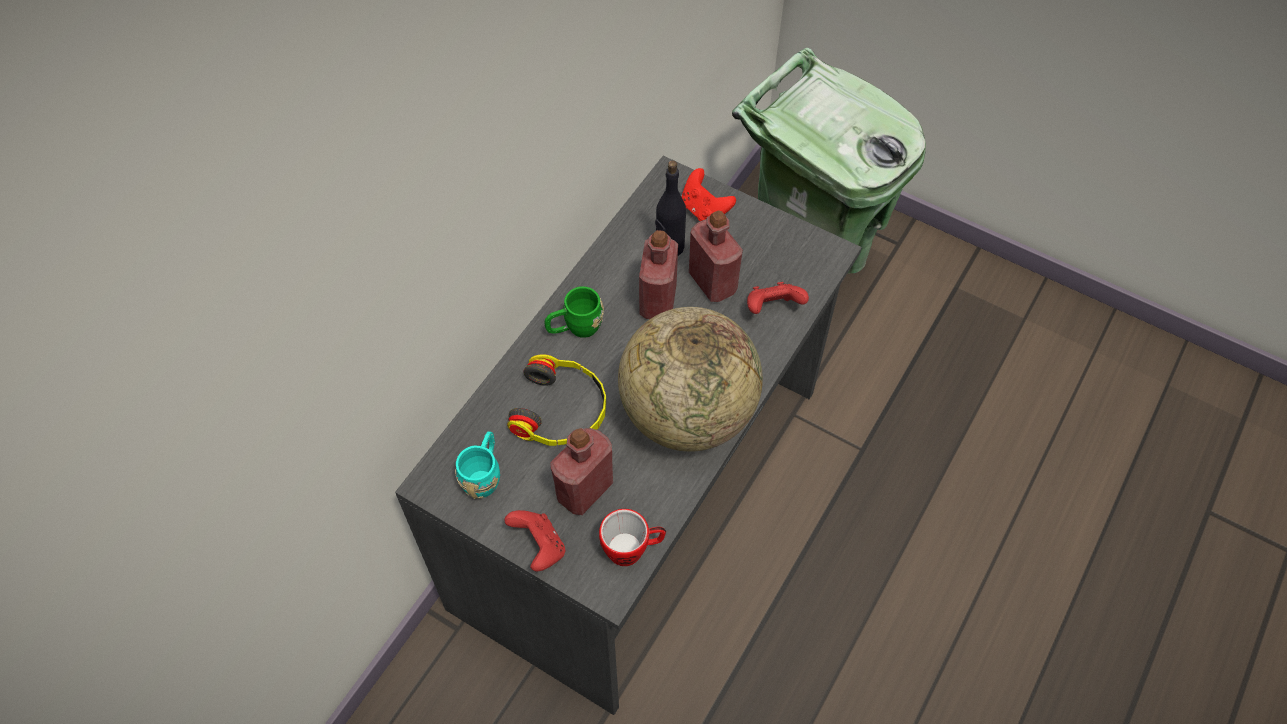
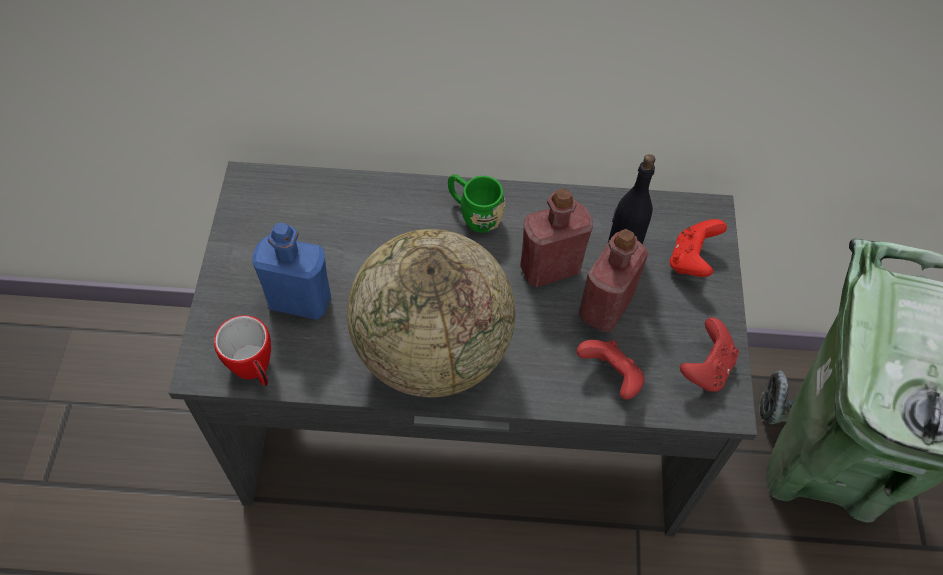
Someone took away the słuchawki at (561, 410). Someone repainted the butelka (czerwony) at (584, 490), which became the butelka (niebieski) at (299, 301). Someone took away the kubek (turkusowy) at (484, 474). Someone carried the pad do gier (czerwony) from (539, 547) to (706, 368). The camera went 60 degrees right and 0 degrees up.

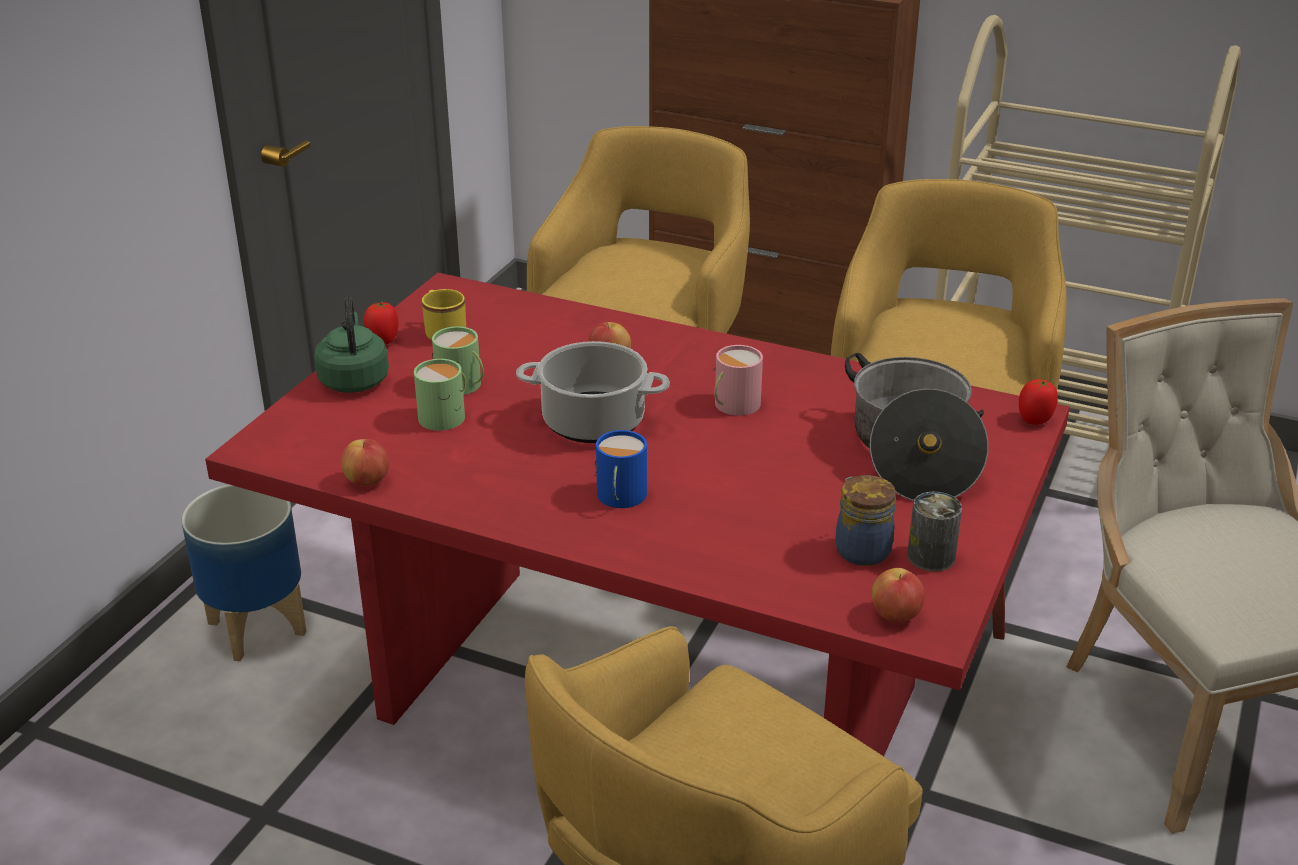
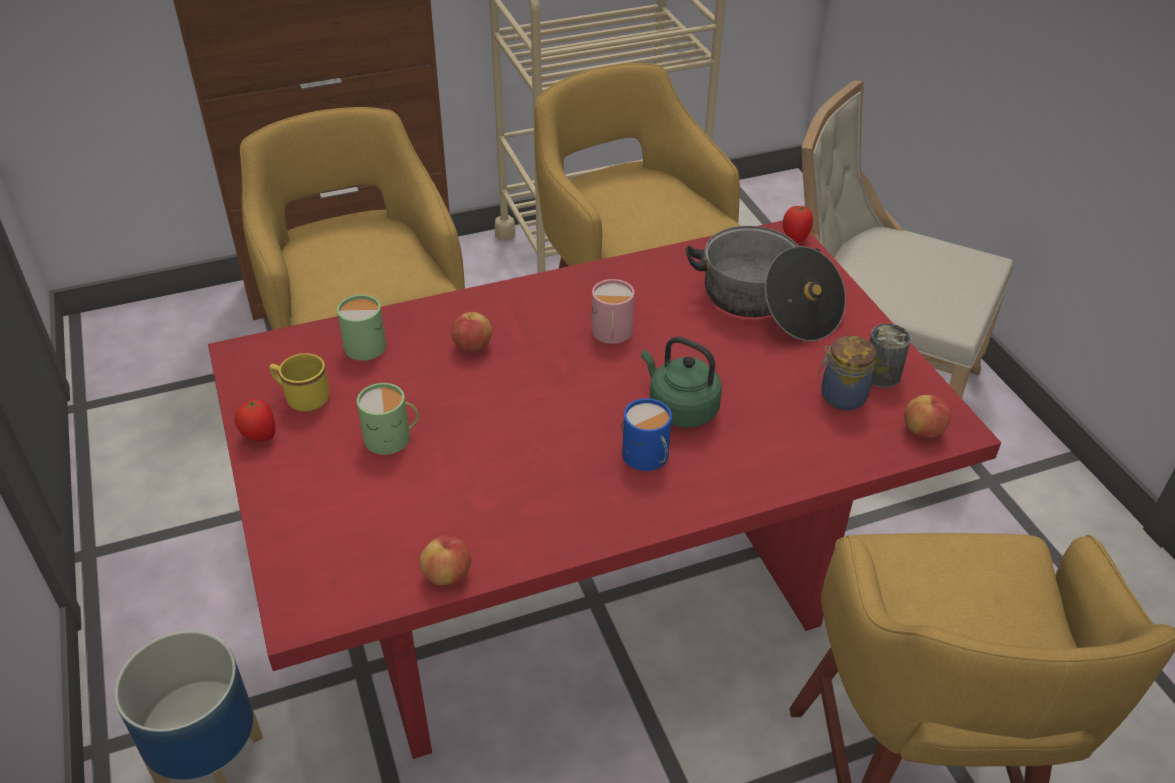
Someone carried the czajnik (zielony) from (354, 379) to (679, 408). Someone took away the garnek at (592, 422). Someone carried the kubek (zielony) from (446, 416) to (366, 343). The camera went 45 degrees left and 10 degrees up.

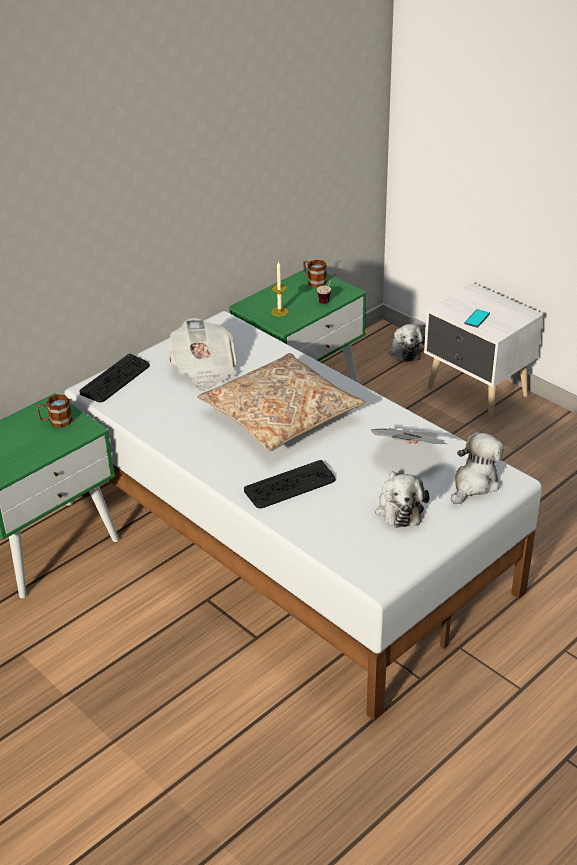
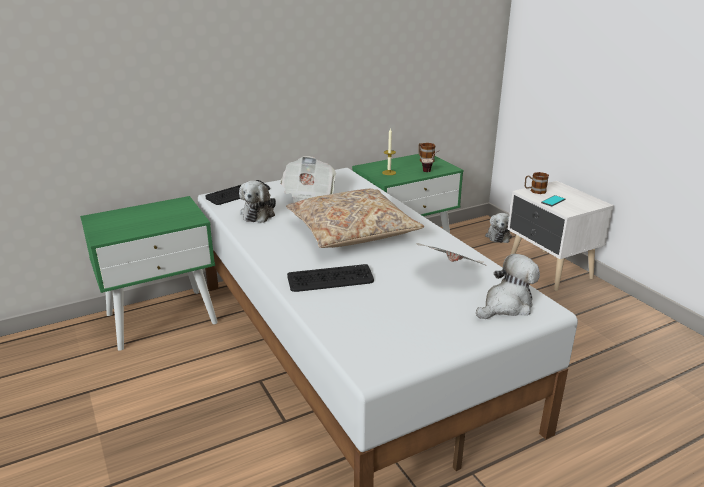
Someone carried the kubek from (56, 421) to (534, 191). Someone carried the pluszak from (399, 508) to (259, 213). The camera went 15 degrees right and 10 degrees down.

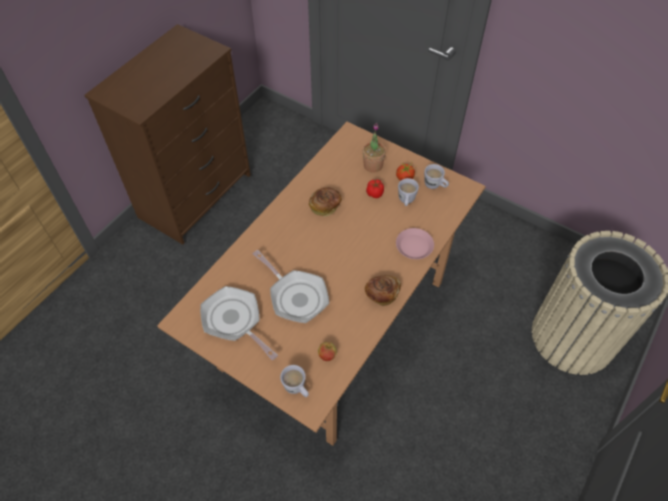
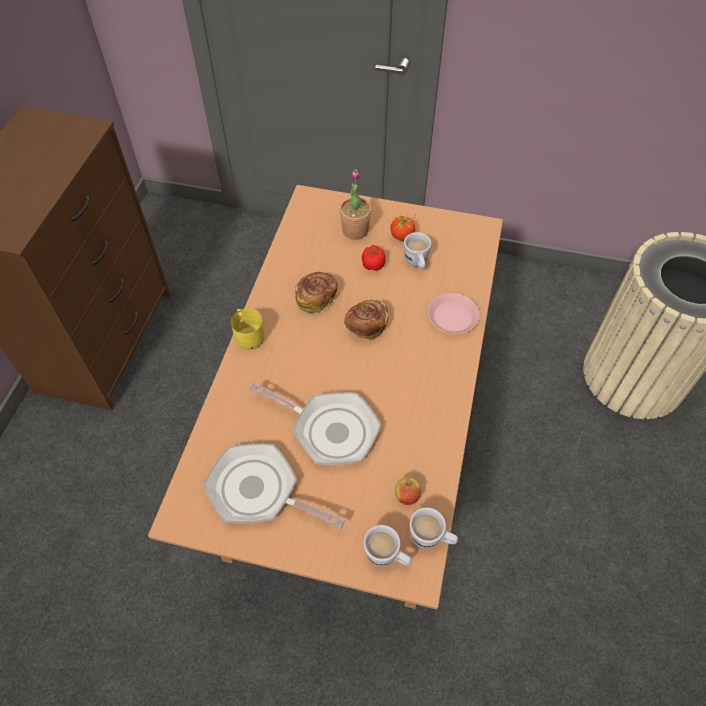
Someone carried the kubek (biały) from (435, 186) to (431, 539). Someone carried the chleb from (381, 294) to (366, 326). Someone put down the kubek (żółty) at (248, 334). The camera went 20 degrees left and 0 degrees up.

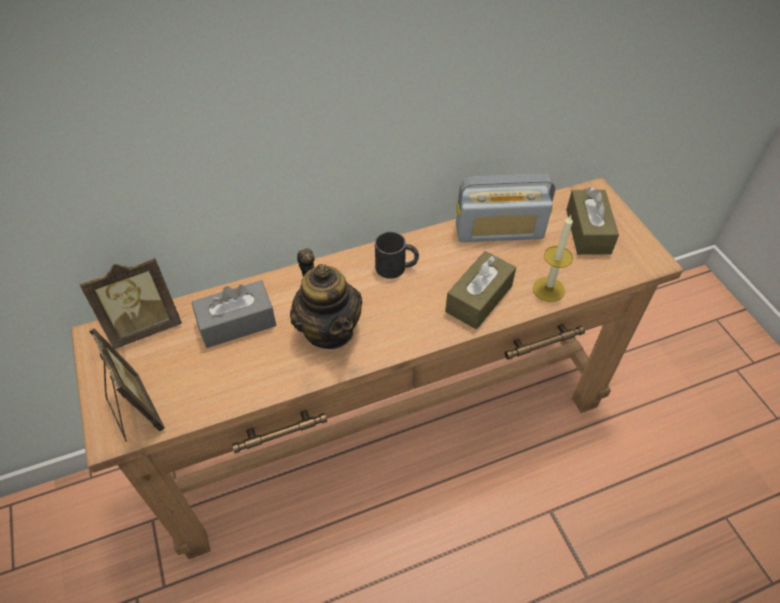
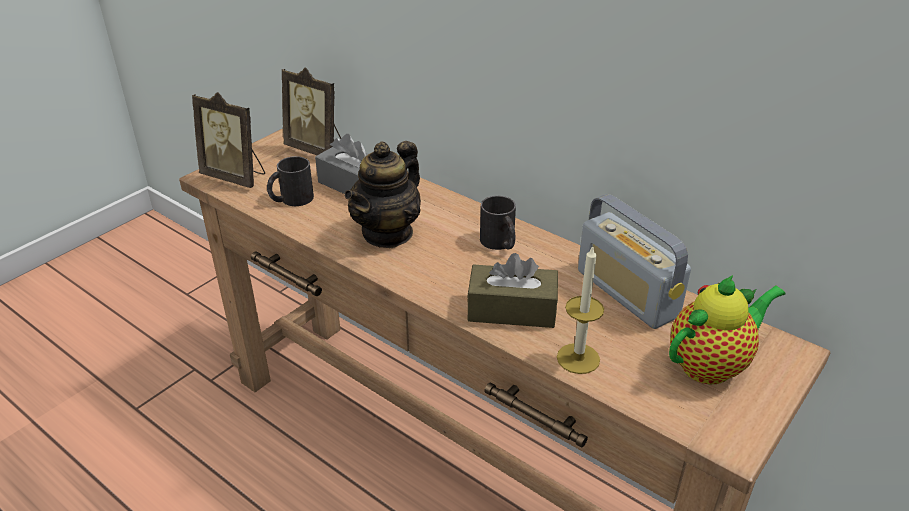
Someone swapped the pudełko chusteczek (brązowy) at (588, 231) for the imbryk at (711, 364). Someone rotated the ramka na zdjęcie at (134, 412) by 90 degrees clockwise. Someone put down the kubek (czarny) at (291, 199). The camera went 60 degrees right and 15 degrees down.

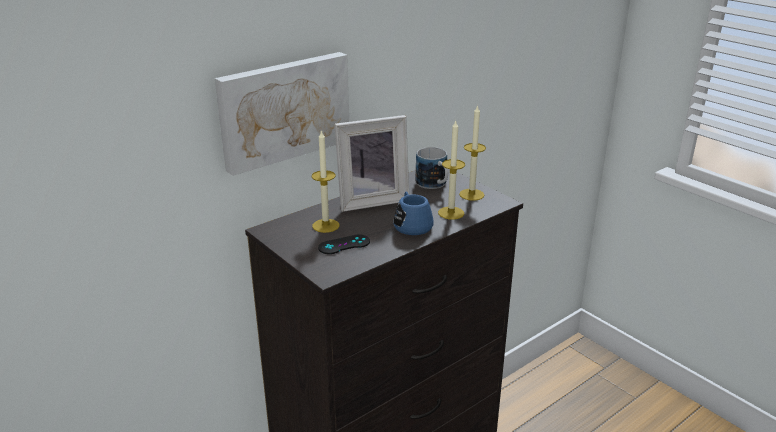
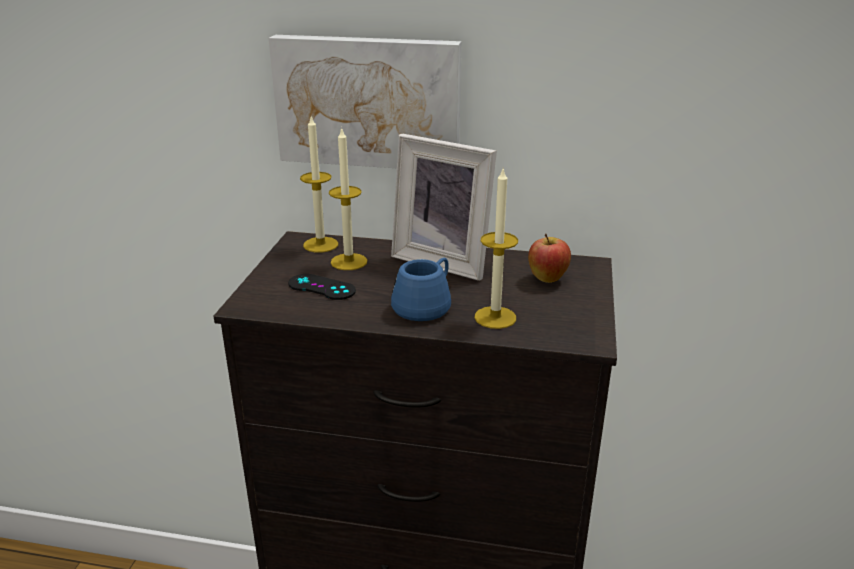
Someone carried the świeca from (471, 194) to (320, 244). Someone swapped the kubek at (434, 185) for the jabłko at (547, 279). The camera went 50 degrees right and 0 degrees up.

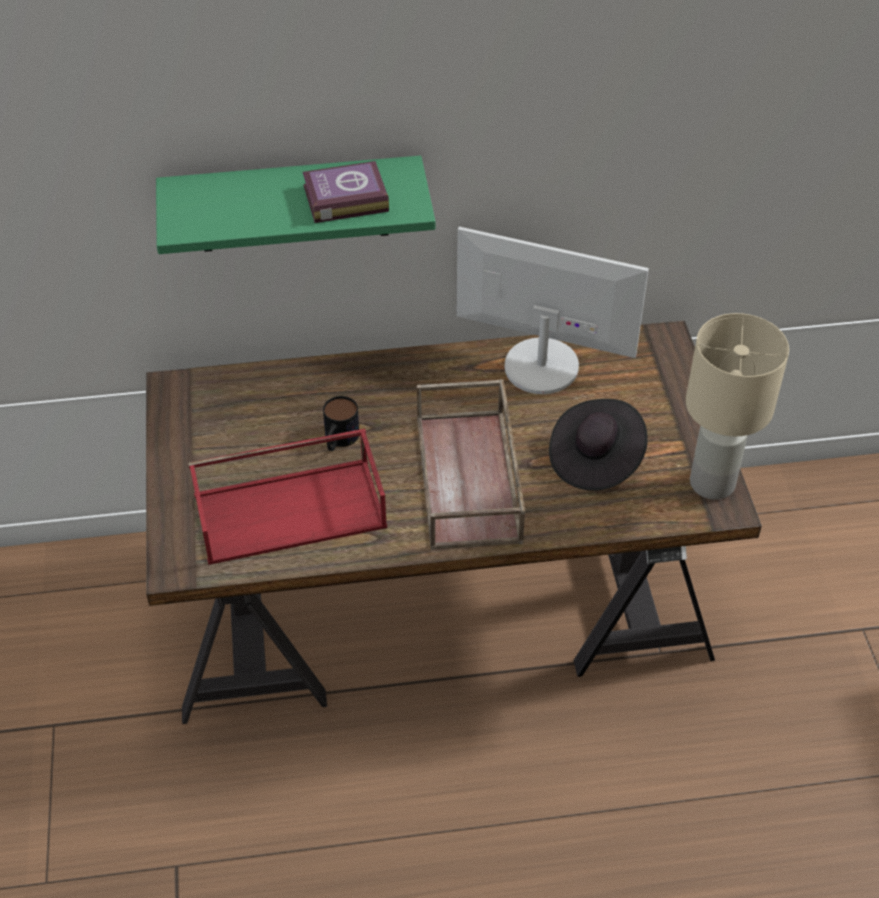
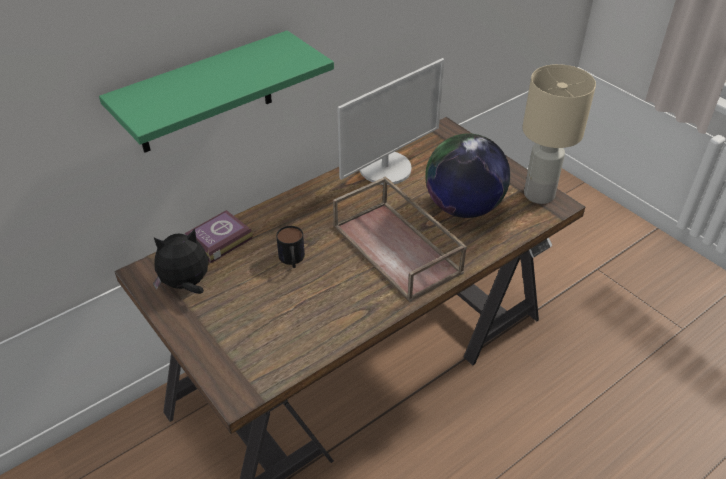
Someone carried the książka from (343, 198) to (217, 240). Someone rotated the monitor at (541, 365) by 150 degrees clockwise. Someone swapped the kapelusz (czarny) at (595, 459) for the globus at (463, 207). Someone took away the taca (czerwony) at (291, 509). Someone put down the pluszak at (186, 285). The camera went 30 degrees left and 5 degrees down.

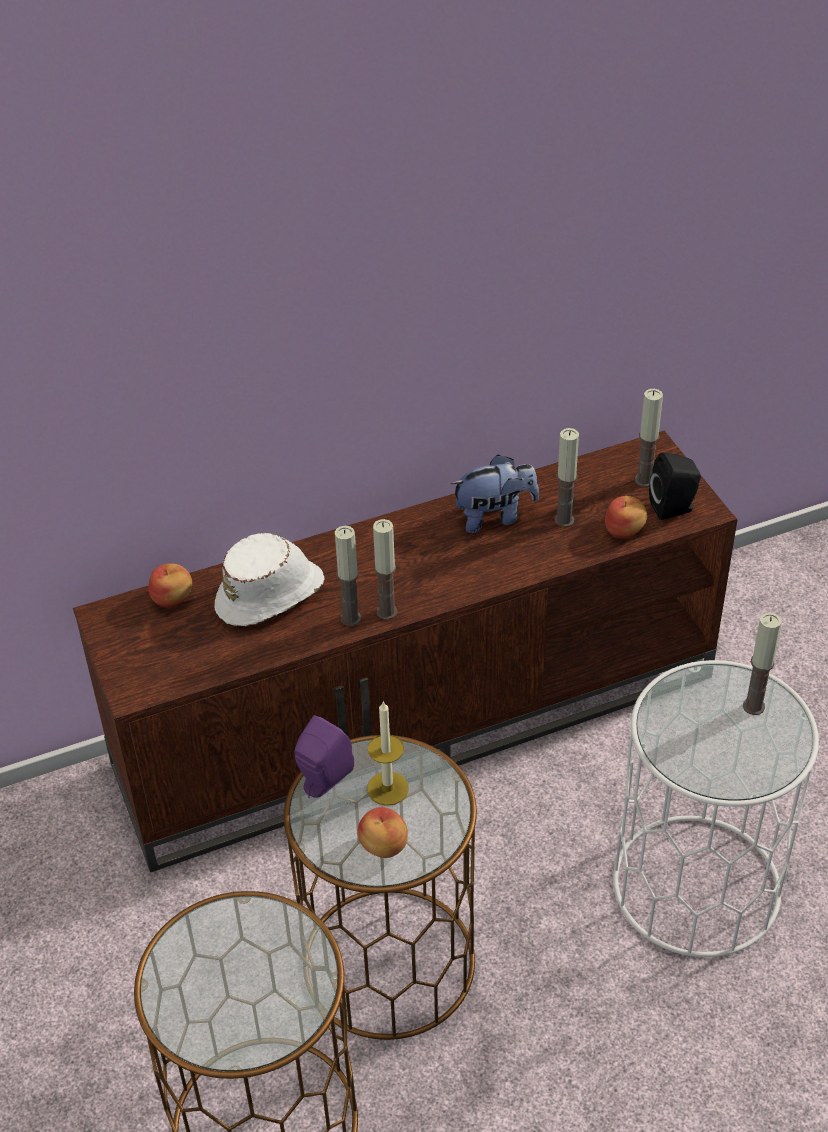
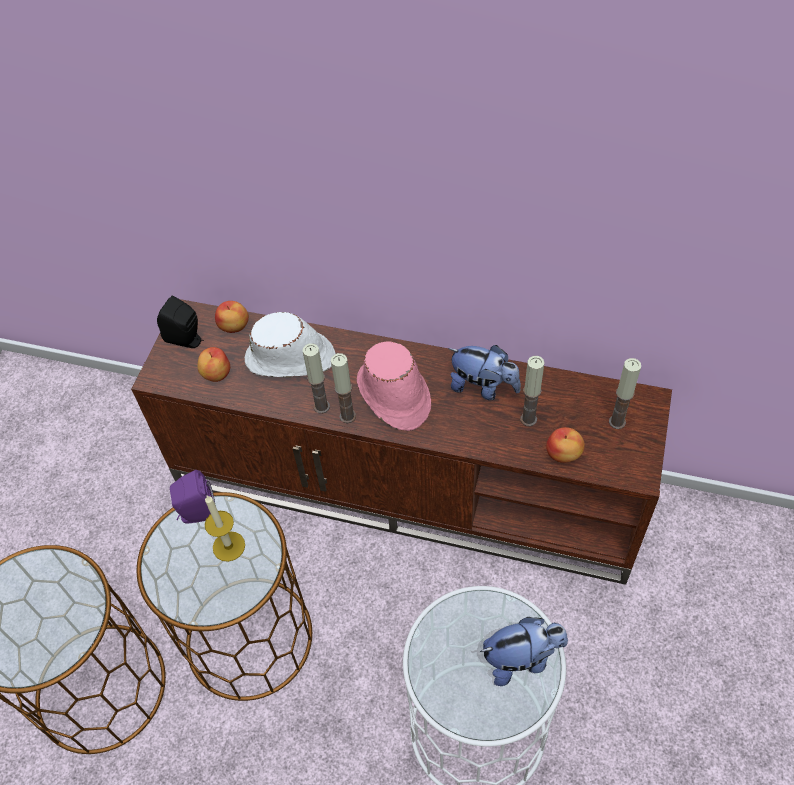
Someone carried the głośnik (czarny) from (674, 508) to (187, 340). Someone swapped the świeca at (753, 706) for the pluszak at (522, 659). Someone carried the jabłko from (383, 847) to (216, 373). Someone put down the kapelusz (różowy) at (393, 395). The camera went 40 degrees right and 10 degrees up.

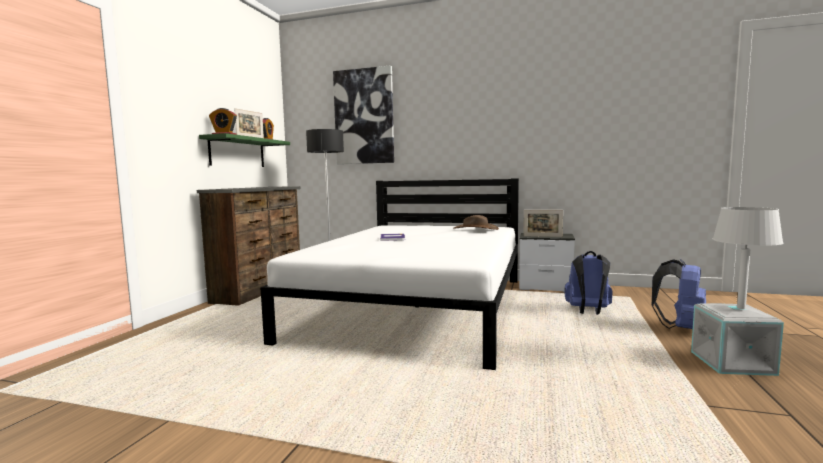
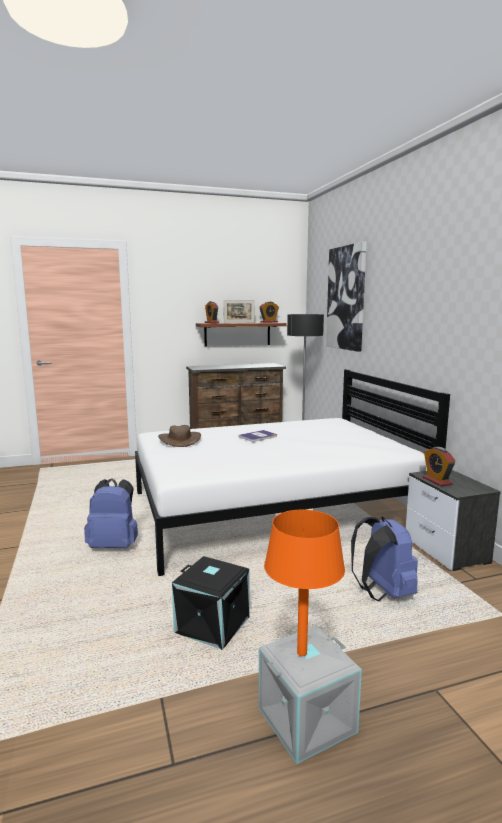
Someone repainted the półka (zielony) at (237, 152), which became the półka (brązowy) at (237, 334). Someone repainted the lampa stołowa (szary) at (741, 308), which became the lampa stołowa (pomarańczowy) at (302, 652). Someone swapped the ramka na zdjęcie at (542, 236) for the budzik at (437, 481). Someone carried the kapelusz (brązowy) from (475, 229) to (180, 440). Someone carried the plecak (niebieski) from (681, 328) to (114, 545). Someone put down the pojemnik do przechowywania (czarny) at (213, 624). The camera went 55 degrees right and 5 degrees up.

